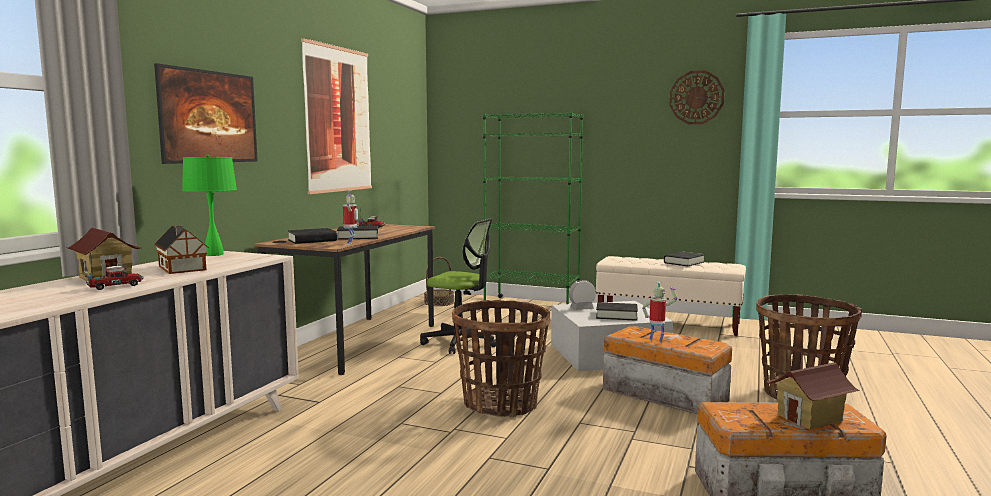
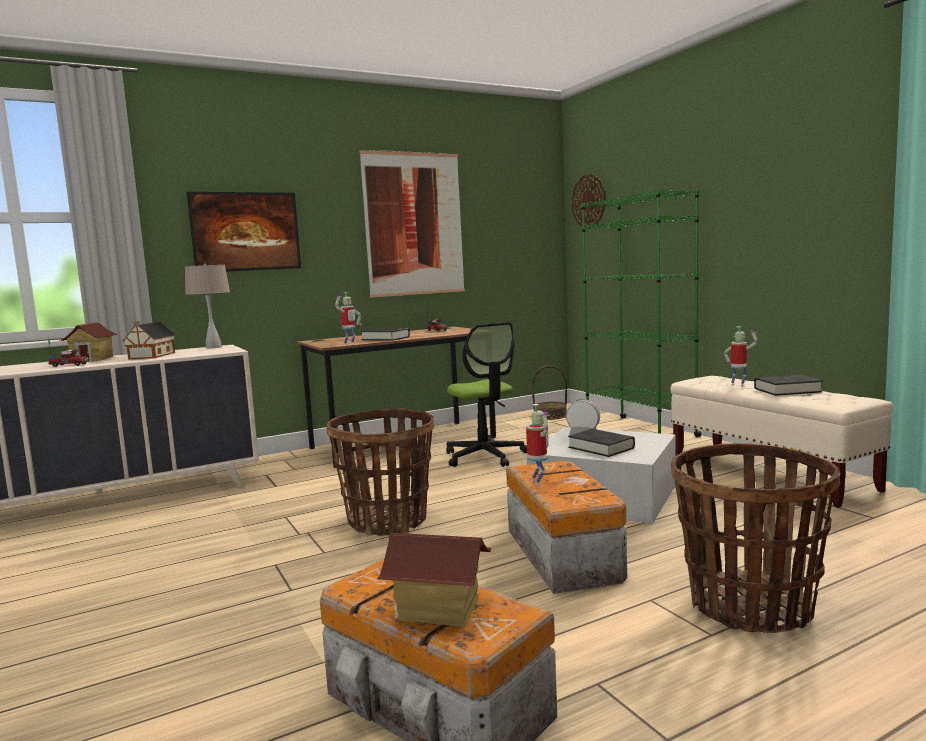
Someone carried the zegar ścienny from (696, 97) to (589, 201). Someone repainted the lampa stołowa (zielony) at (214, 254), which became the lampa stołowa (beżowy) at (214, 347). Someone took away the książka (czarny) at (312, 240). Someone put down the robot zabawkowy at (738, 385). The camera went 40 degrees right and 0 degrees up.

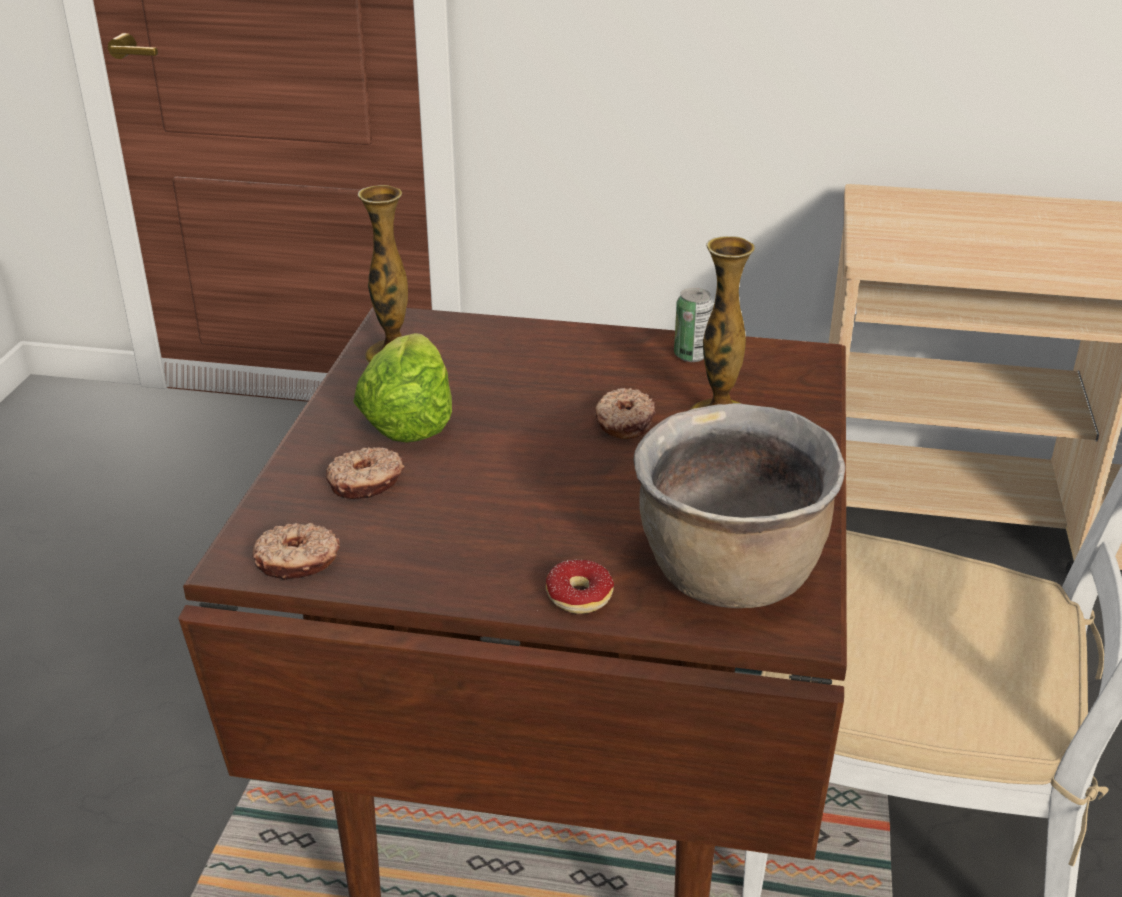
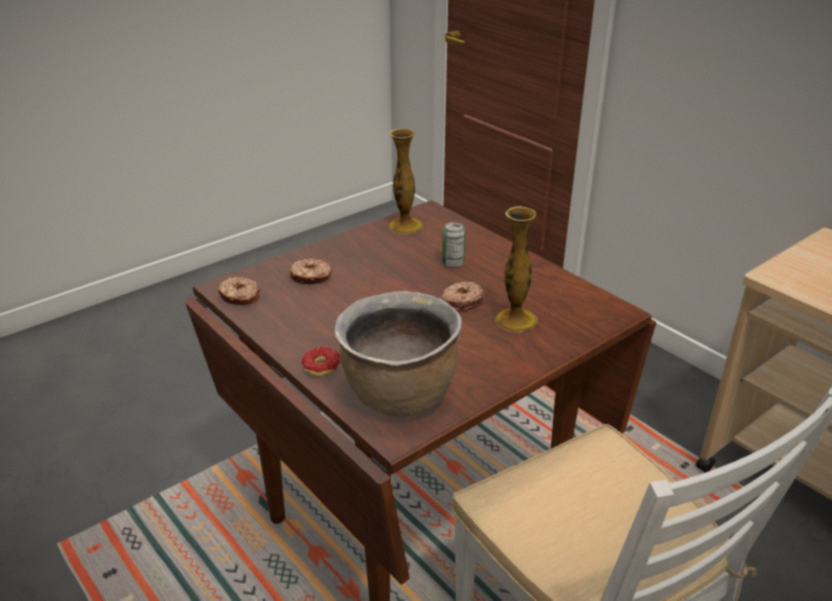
Someone carried the puszka from (691, 355) to (453, 263). Someone took away the sałata at (408, 418). The camera went 40 degrees right and 0 degrees up.

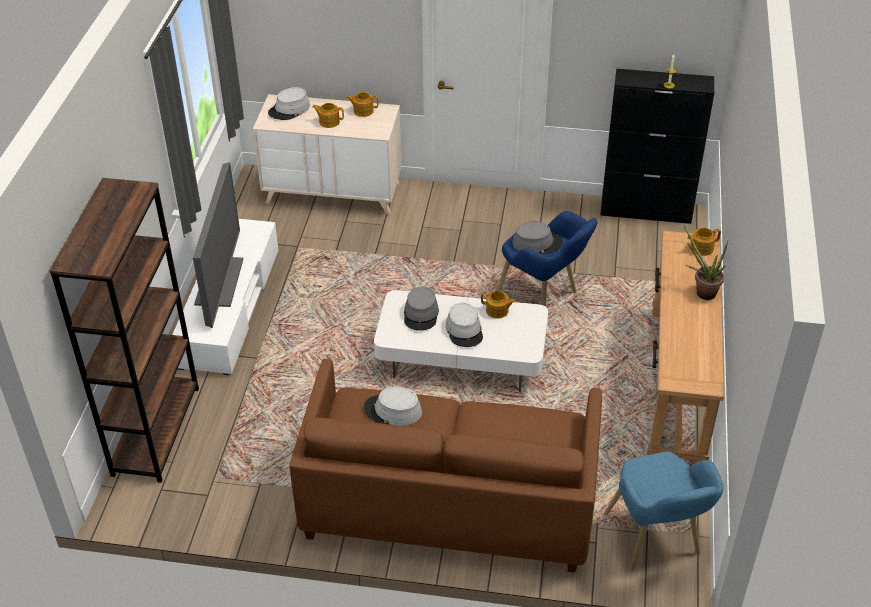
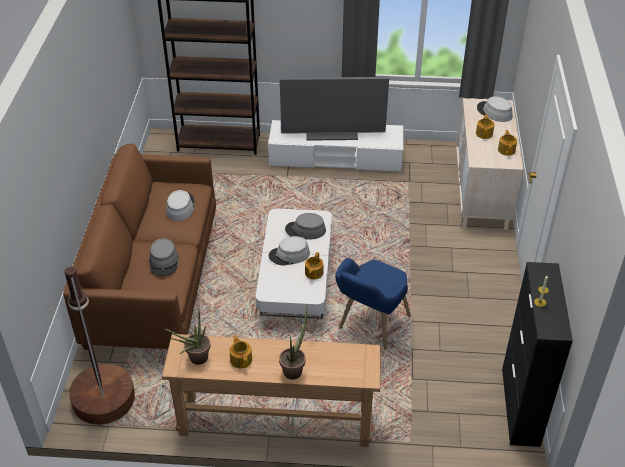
Someone carried the kapelusz (szary) from (537, 243) to (164, 261). Someone carried the imbryk from (701, 248) to (241, 359). Someone swapped the fotel (niebieski) at (656, 544) for the lampa stojąca (brązowy) at (103, 399). Someone put down the roślina doniczkowa at (195, 359). The camera went 85 degrees right and 0 degrees up.

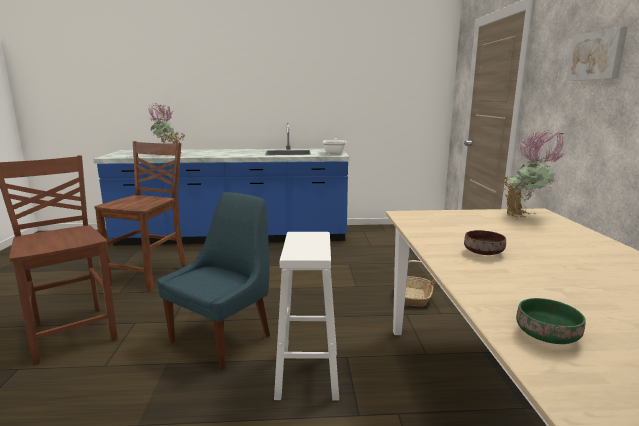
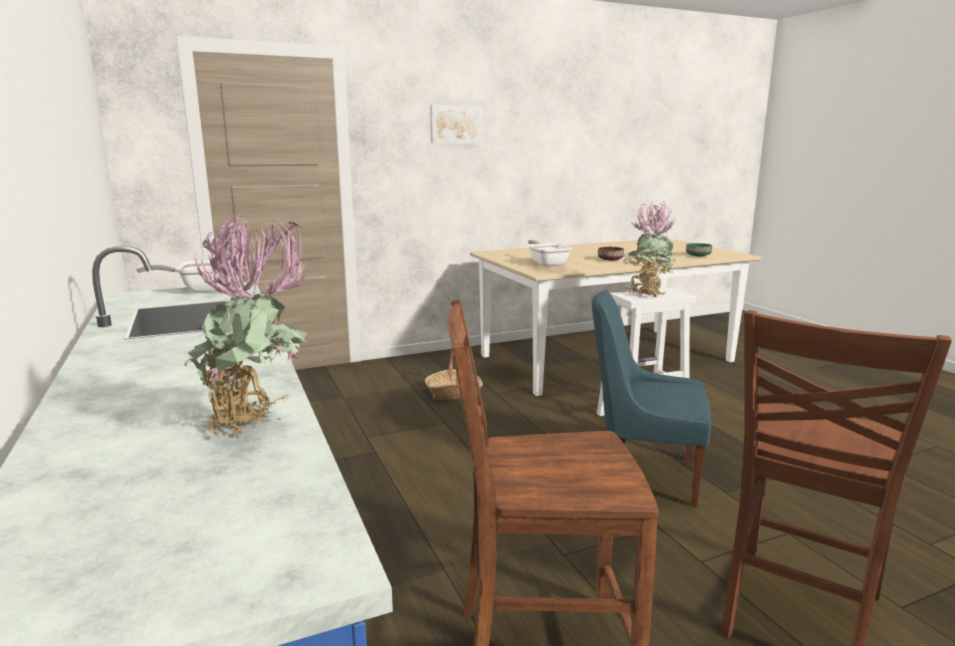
Someone carried the roślina doniczkowa from (525, 216) to (646, 293). Someone put down the patelnia at (547, 263). The camera went 110 degrees left and 0 degrees up.

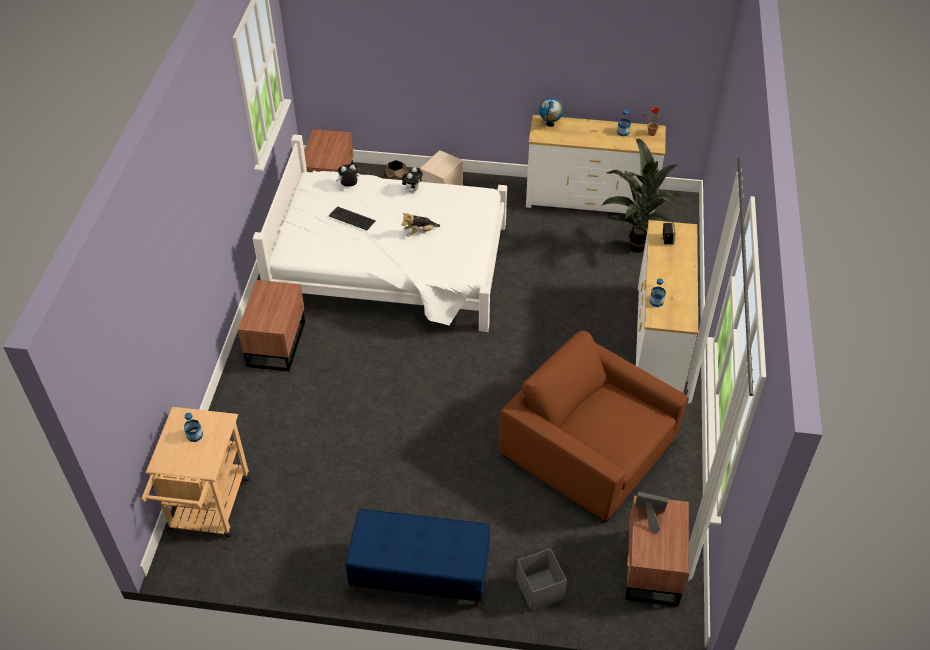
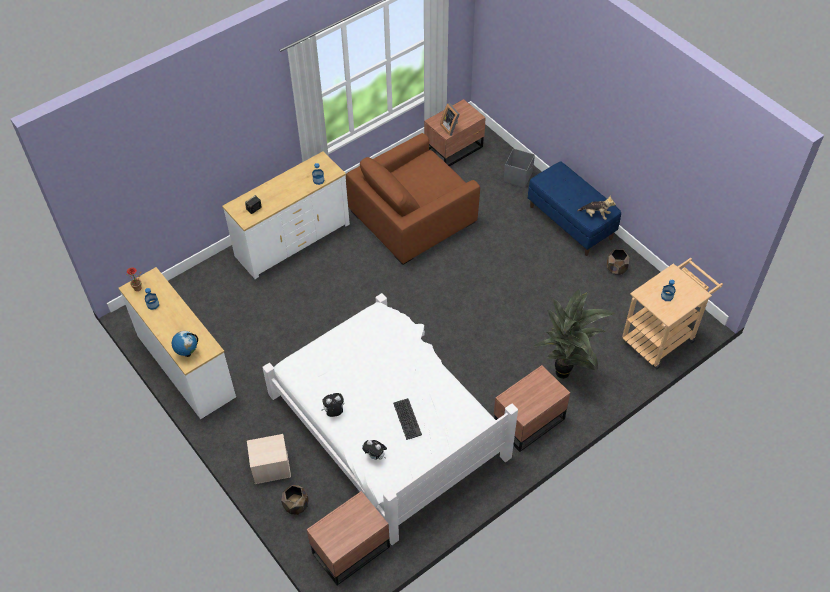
Someone carried the roślina doniczkowa from (634, 249) to (566, 372). Someone carried the pluszak from (419, 232) to (595, 215). Someone rotated the fotel (brązowy) at (588, 448) by 60 degrees clockwise. Someone put down the donica (brązowy) at (616, 269). The camera went 135 degrees left and 5 degrees up.

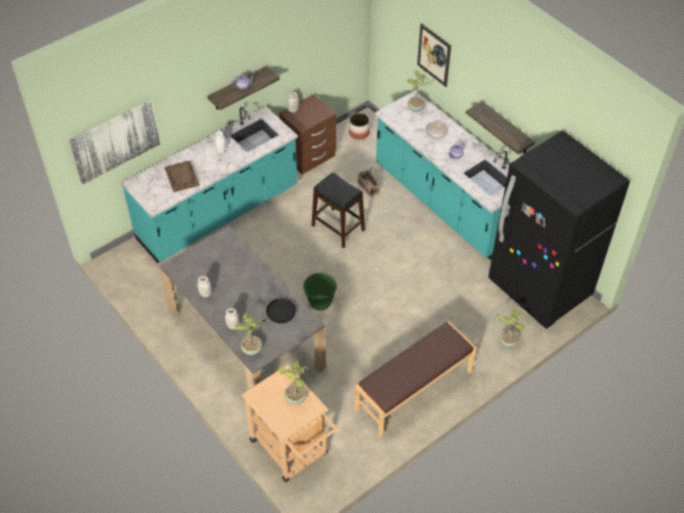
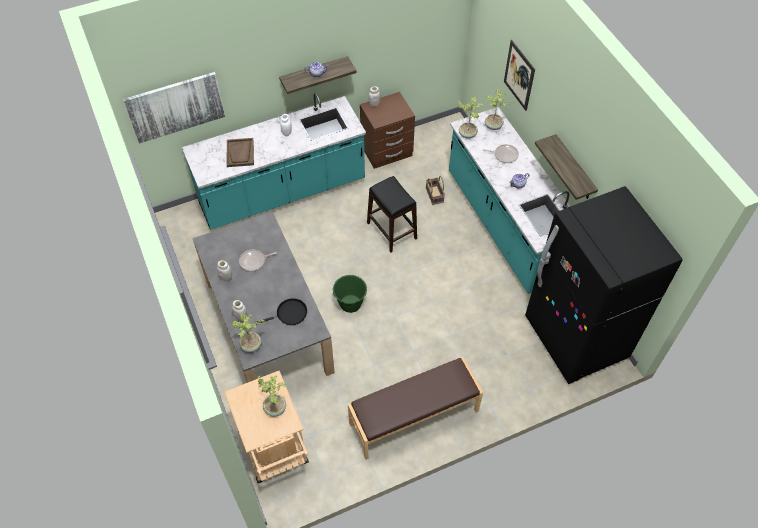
Someone took away the donica at (359, 133). Someone carried the roślina doniczkowa from (508, 341) to (467, 134). Someone put down the patelnia at (254, 261). The camera went 15 degrees right and 5 degrees up.

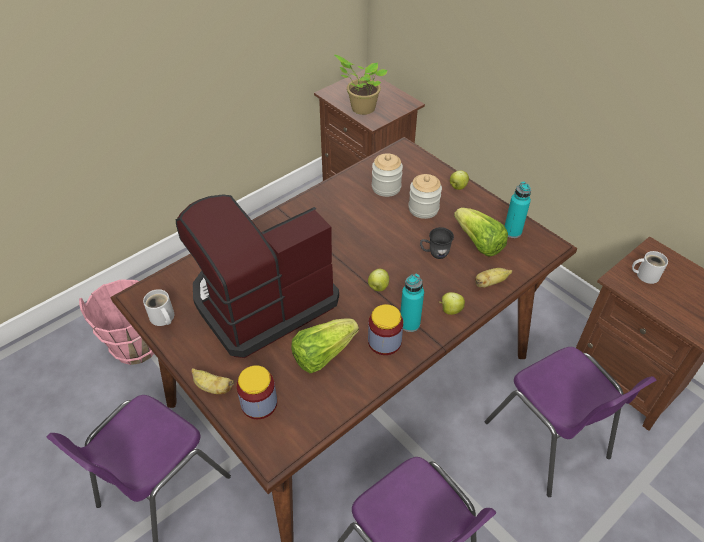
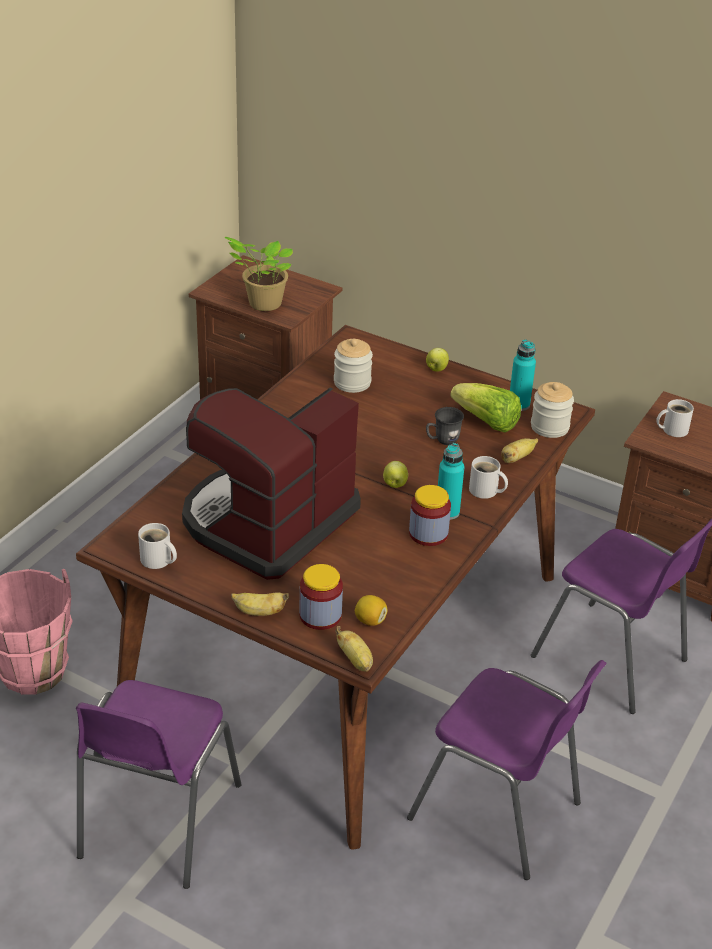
Someone carried the słoik from (423, 209) to (549, 427). Someone swapped the jabłko at (450, 310) for the kubek (biały) at (485, 491). Someone took away the sałata at (323, 354). Someone put down the cytryna at (370, 620). Someone put down the banan at (355, 661). The camera went 20 degrees left and 10 degrees down.

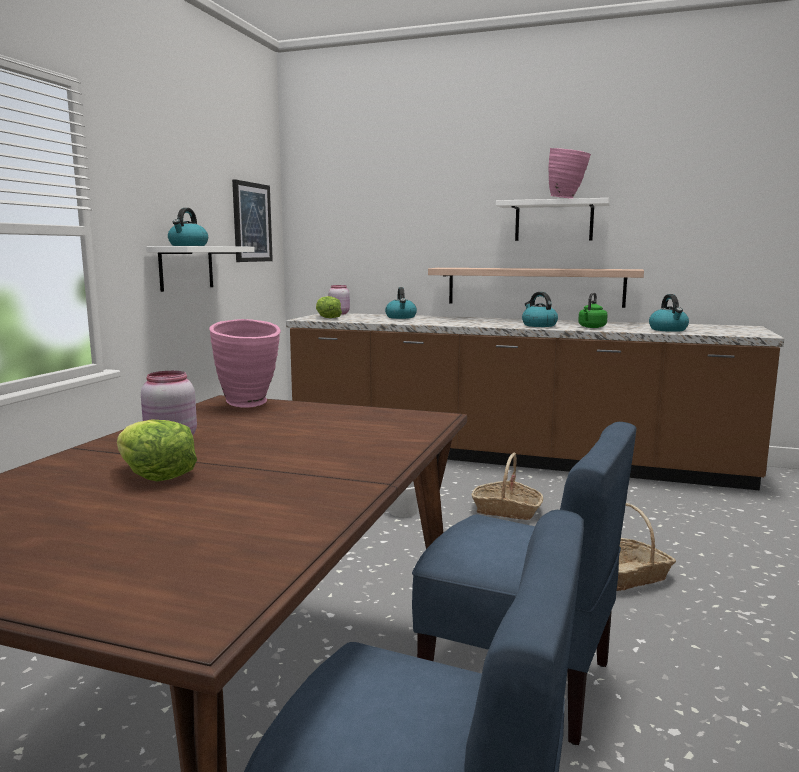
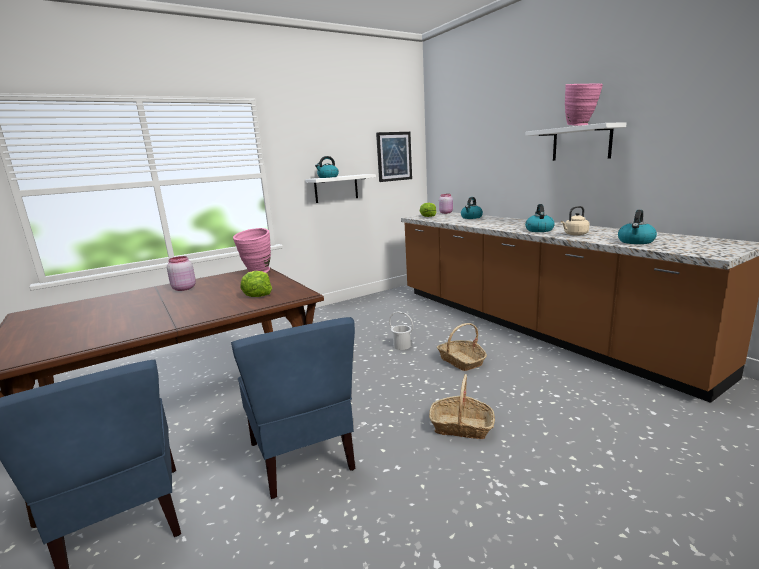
Someone took away the półka at (534, 287). Someone repainted the czajnik (zielony) at (591, 327), which became the czajnik (beżowy) at (574, 234). Someone carried the sałata from (155, 475) to (257, 294). The camera went 40 degrees right and 5 degrees up.

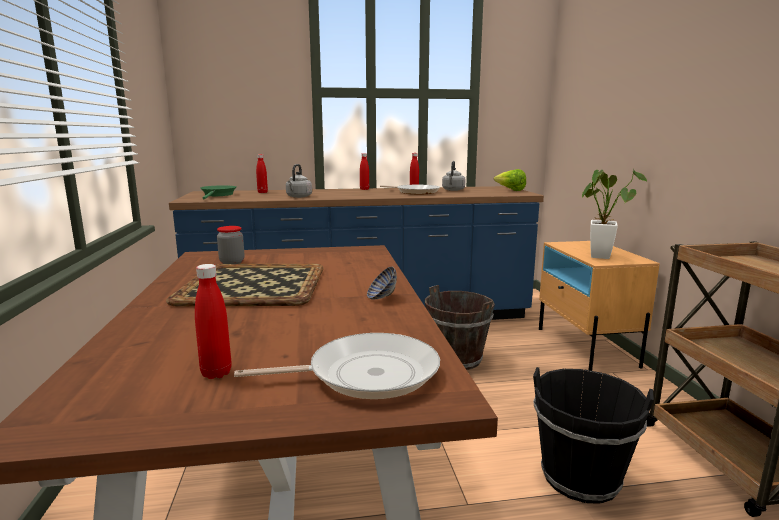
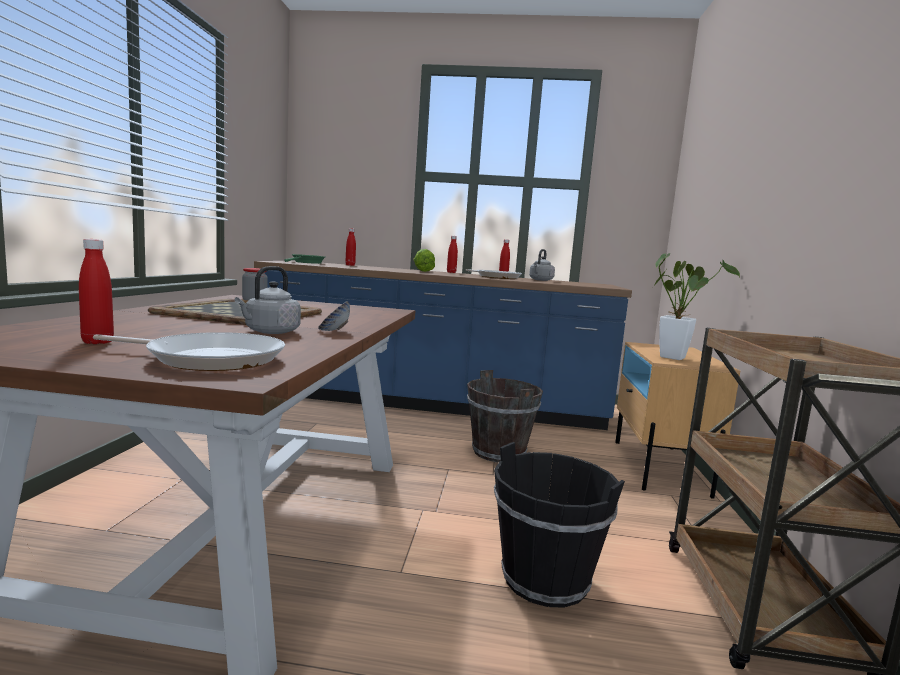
Someone carried the czajnik (szary) from (298, 197) to (270, 332). Someone carried the sałata from (510, 190) to (421, 271). The camera went 15 degrees right and 5 degrees down.

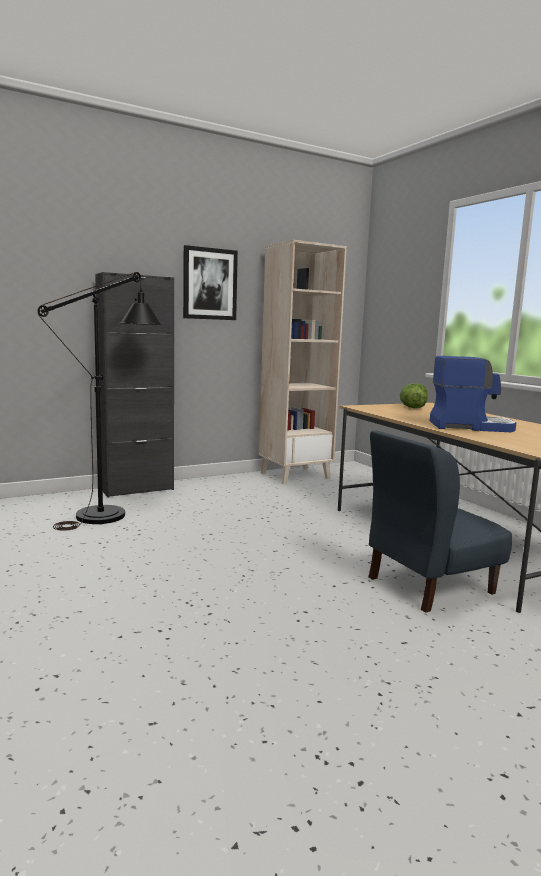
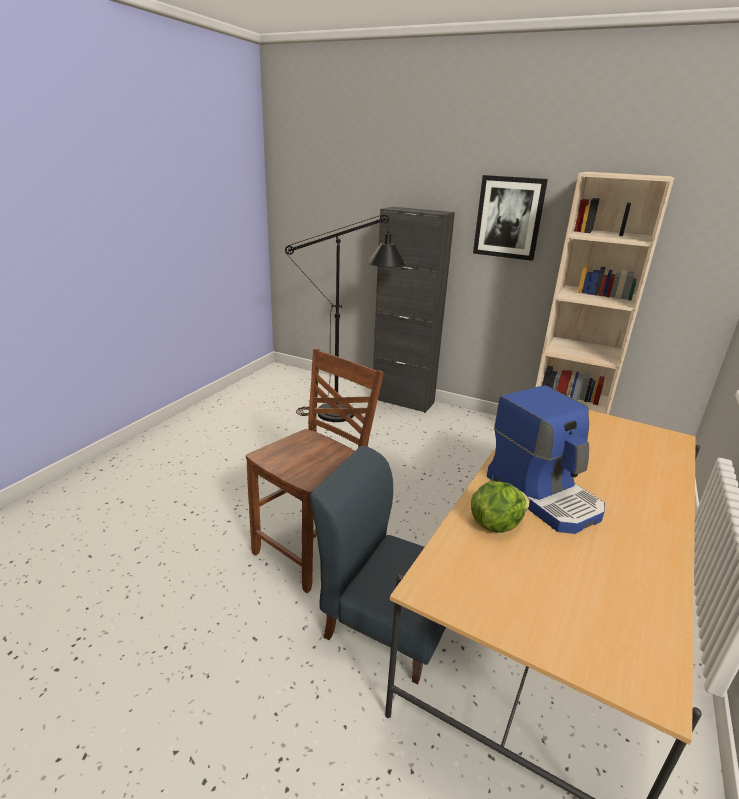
Someone carried the sałata from (412, 408) to (495, 523). Someone put down the krzesło (brązowy) at (314, 548). The camera went 55 degrees right and 15 degrees up.

